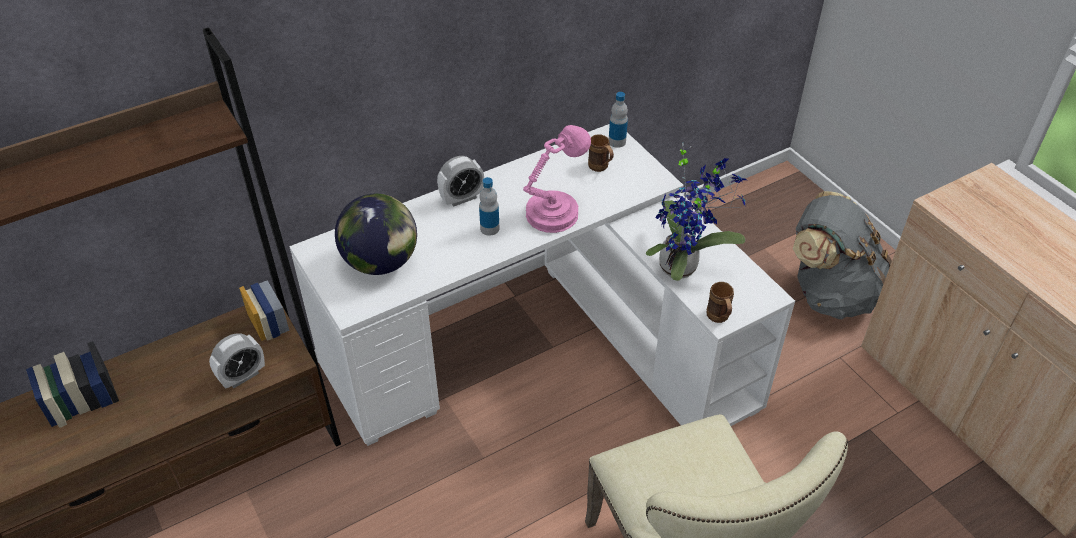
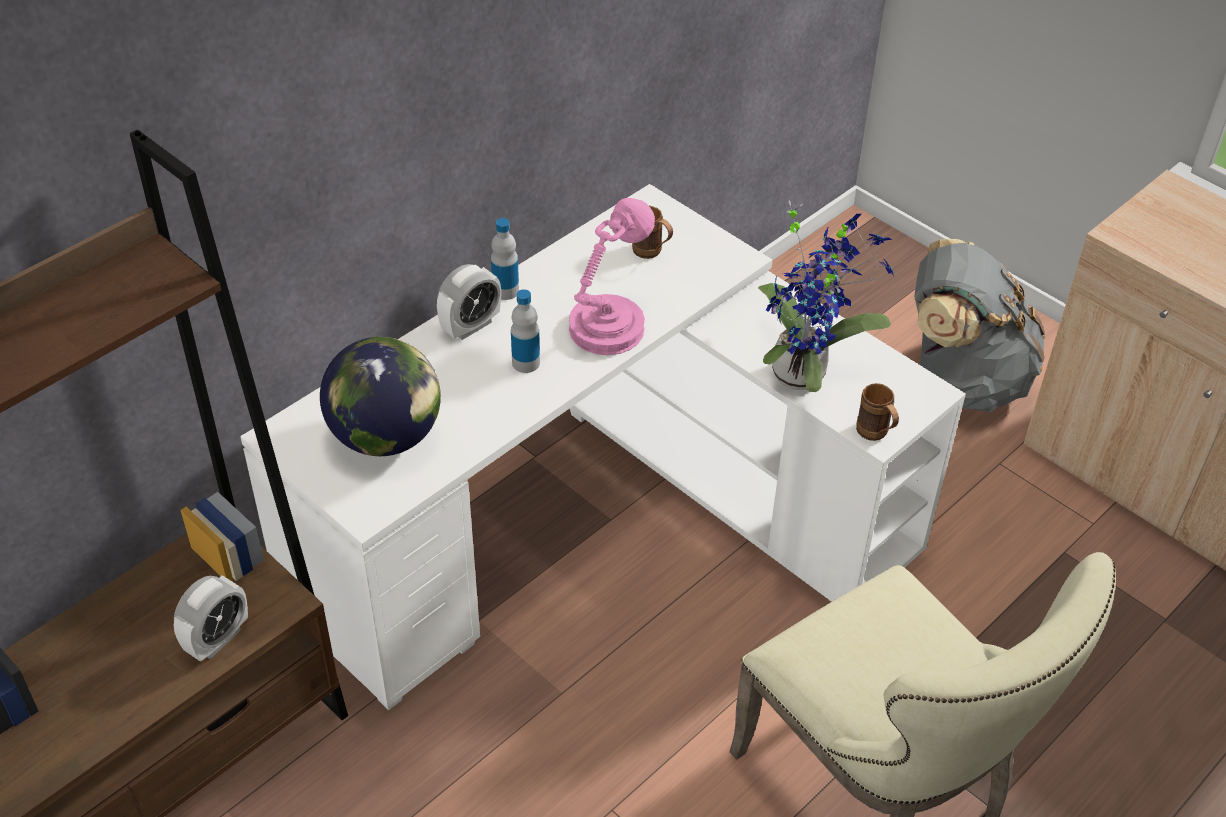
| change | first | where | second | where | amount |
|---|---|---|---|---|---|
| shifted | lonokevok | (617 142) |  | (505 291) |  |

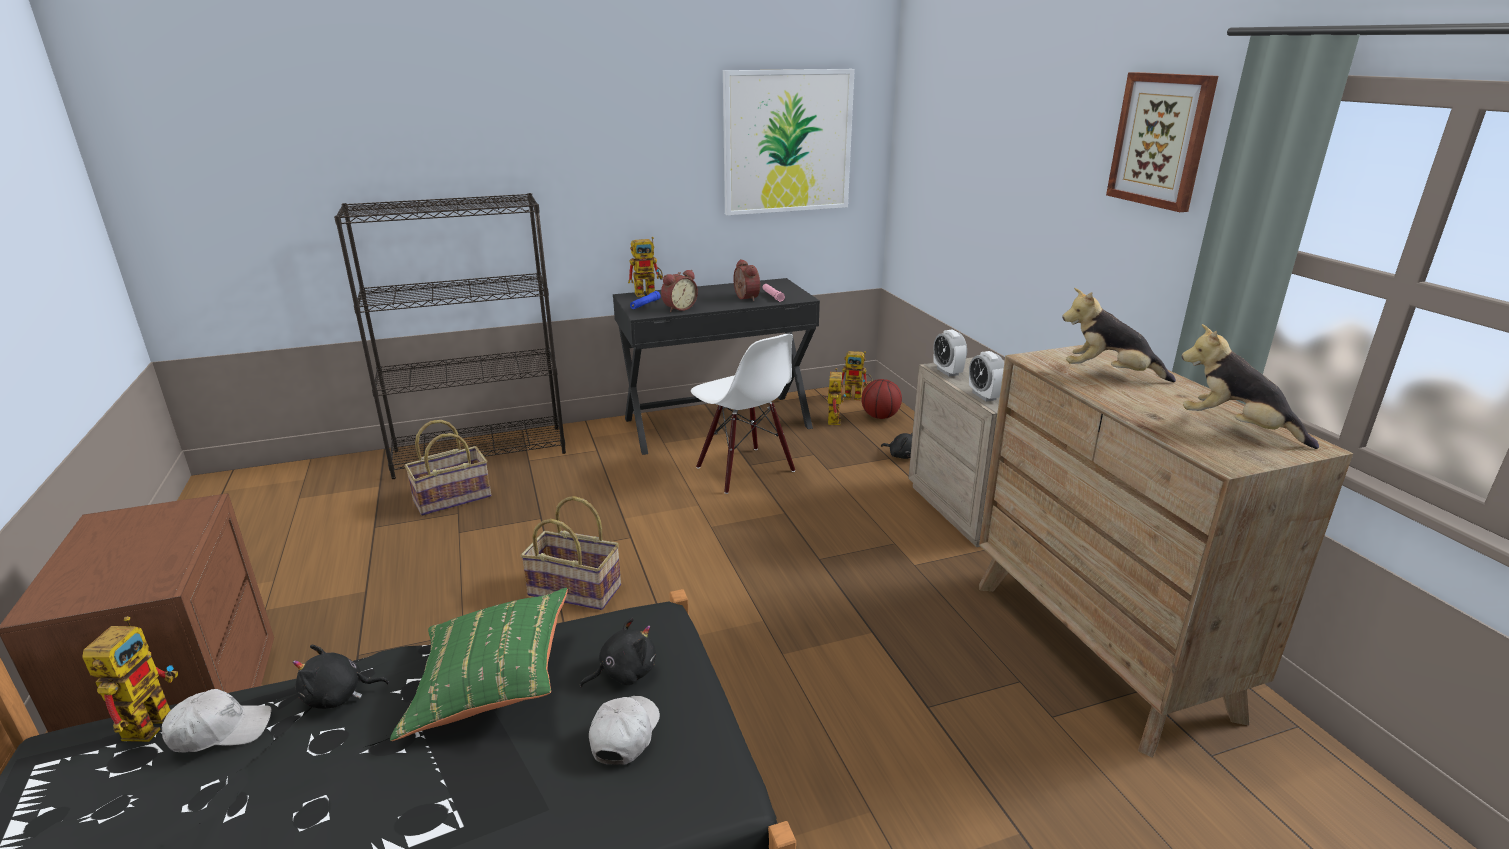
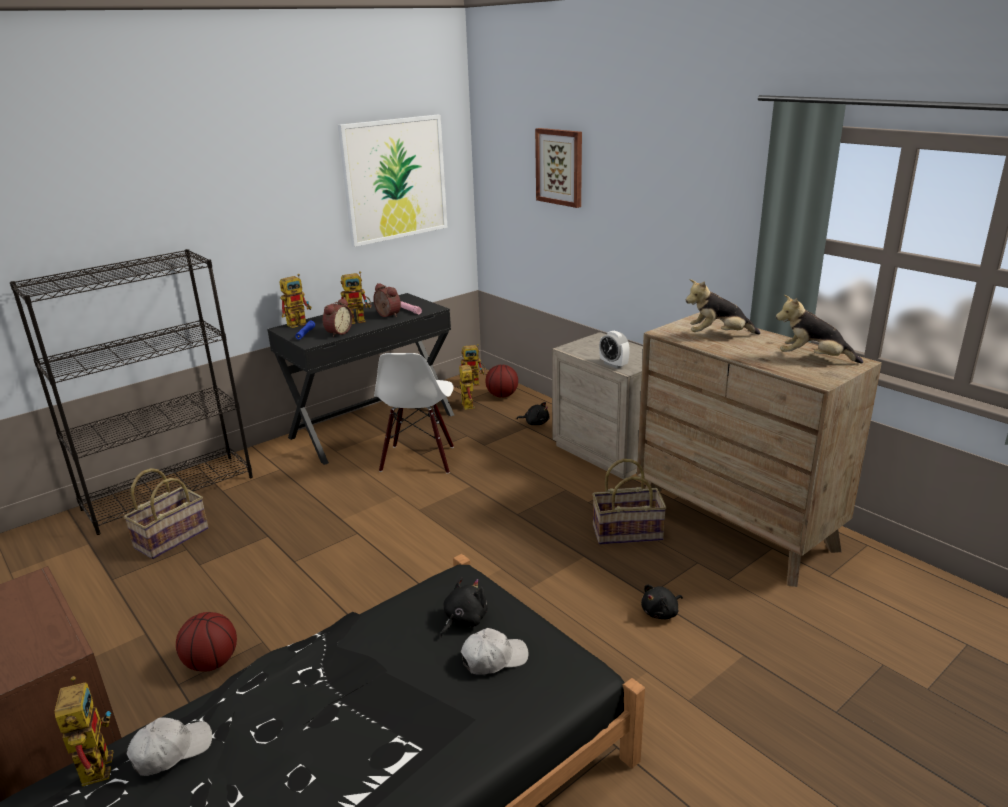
| change | first | where | second | where | amount |
|---|---|---|---|---|---|
| shifted | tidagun | (1161 140) |  | (560 167) |  |
| gone | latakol | (947 371) |  |  |  |
| rotated | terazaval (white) | (744 470) |  | (418 459) | 60 degrees clockwise |
| shifted | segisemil | (576 589) |  | (627 532) |  |
| gone | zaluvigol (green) | (491 683) |  |  |  |
| shifted | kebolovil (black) | (338 696) |  | (661 613) |  |
| rotated | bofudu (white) | (624 735) |  | (494 658) | 75 degrees clockwise |
| new |  |  | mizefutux | (360 320) |  |
| new |  |  | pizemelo | (211 662) |  |

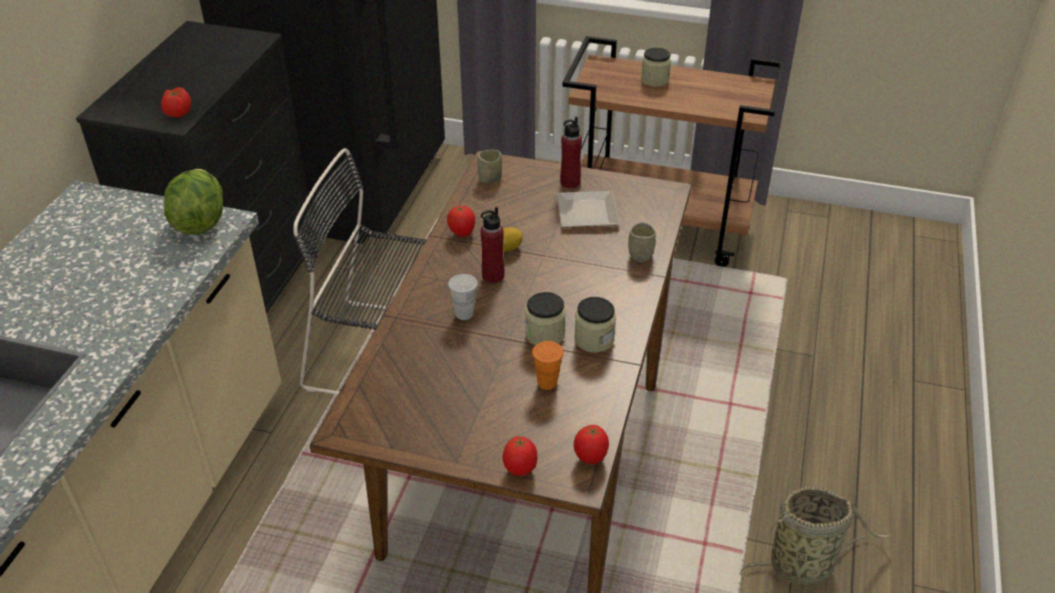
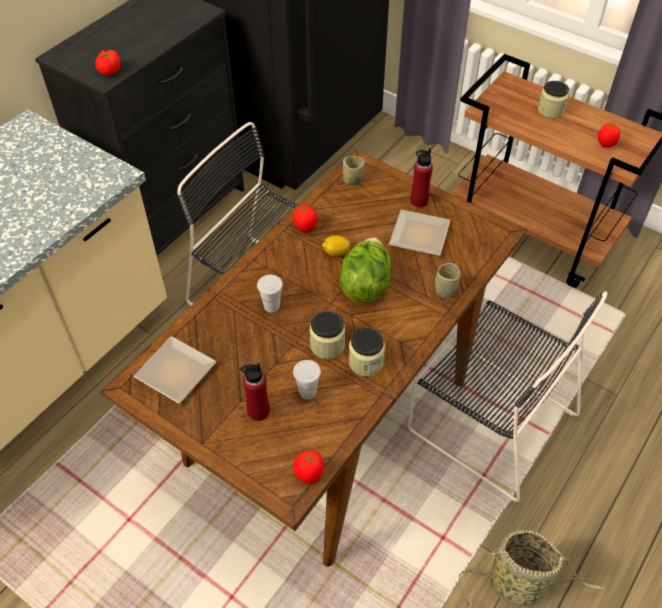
| change | first | where | second | where | amount |
|---|---|---|---|---|---|
| shifted | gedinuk | (199 221) |  | (365 285) |  |
| shifted | lonokevok (red) | (493 276) |  | (258 411) |  |
| repainted | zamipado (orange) | (547 382) | zamipado (white) | (307 392) |  |
| shifted | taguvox | (520 469) |  | (605 145) |  |
| new |  |  | terazaval (black) | (488 420) |  |
| new |  |  | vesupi | (175 369) |  |

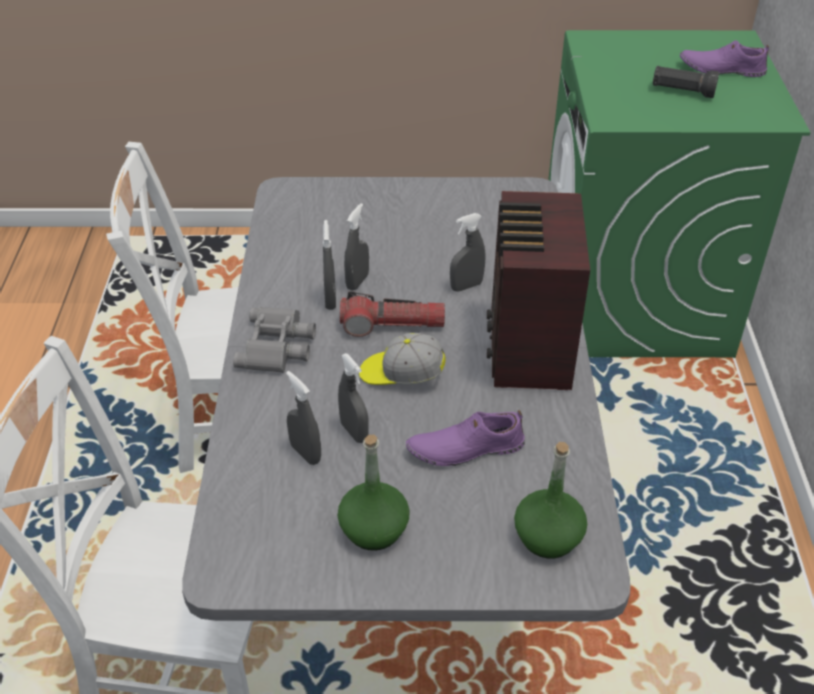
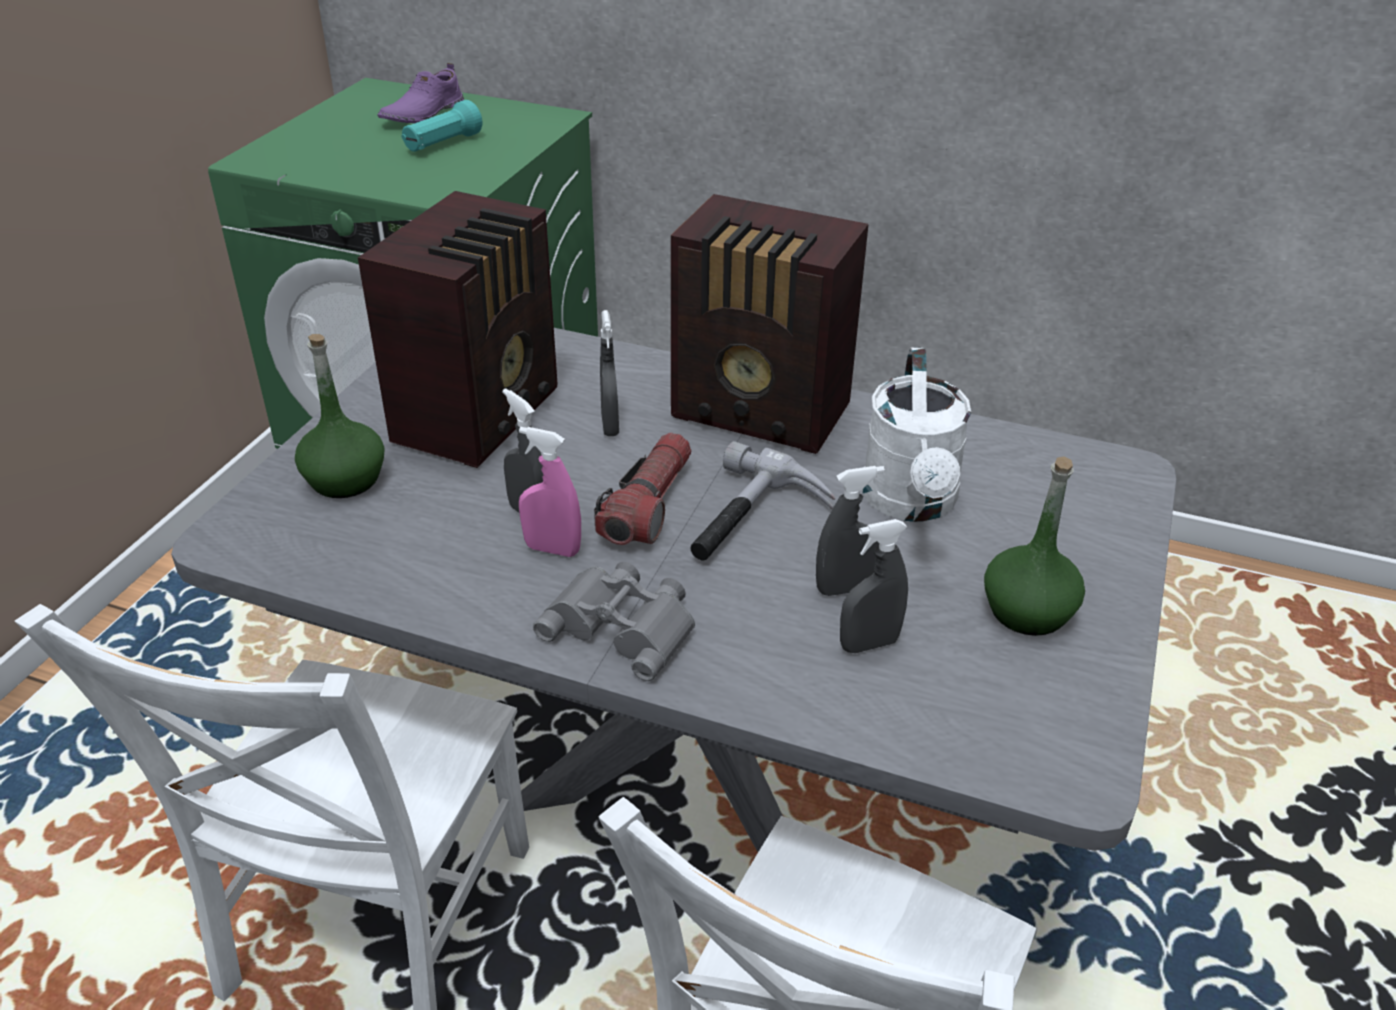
| change | first | where | second | where | amount |
|---|---|---|---|---|---|
| repainted | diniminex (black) | (682 91) | diniminex (turquoise) | (442 144) |  |
| repainted | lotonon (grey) | (330 300) | lotonon (pink) | (552 549) |  |
| swapped | bofudu | (401 374) | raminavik | (753 521) |  |
| swapped | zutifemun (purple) | (465 448) | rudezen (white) | (911 503) |  |
| shifted | lonokevok (green) | (548 537) |  | (345 479) |  |
| new |  |  | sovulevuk | (482 414) |  |

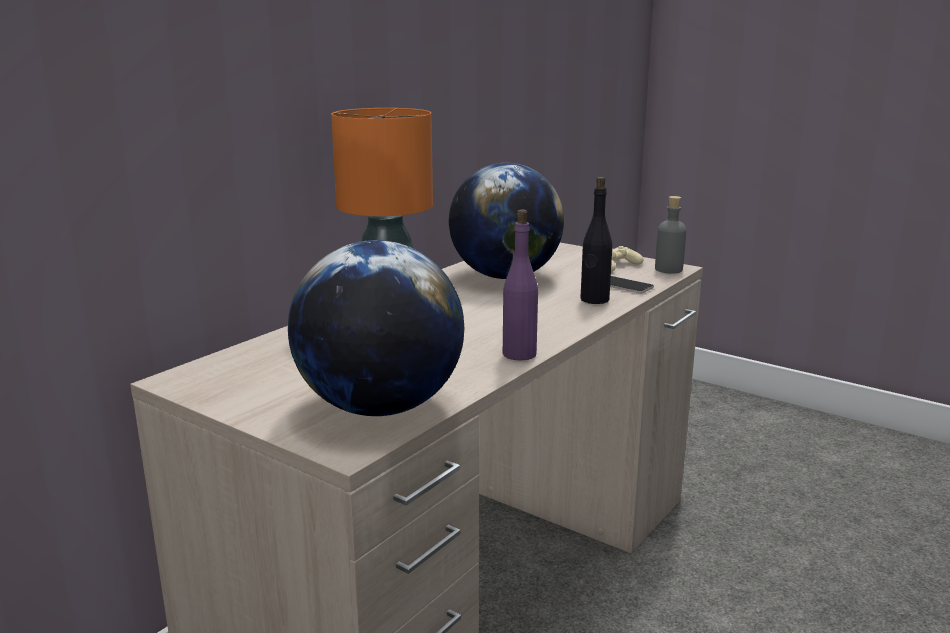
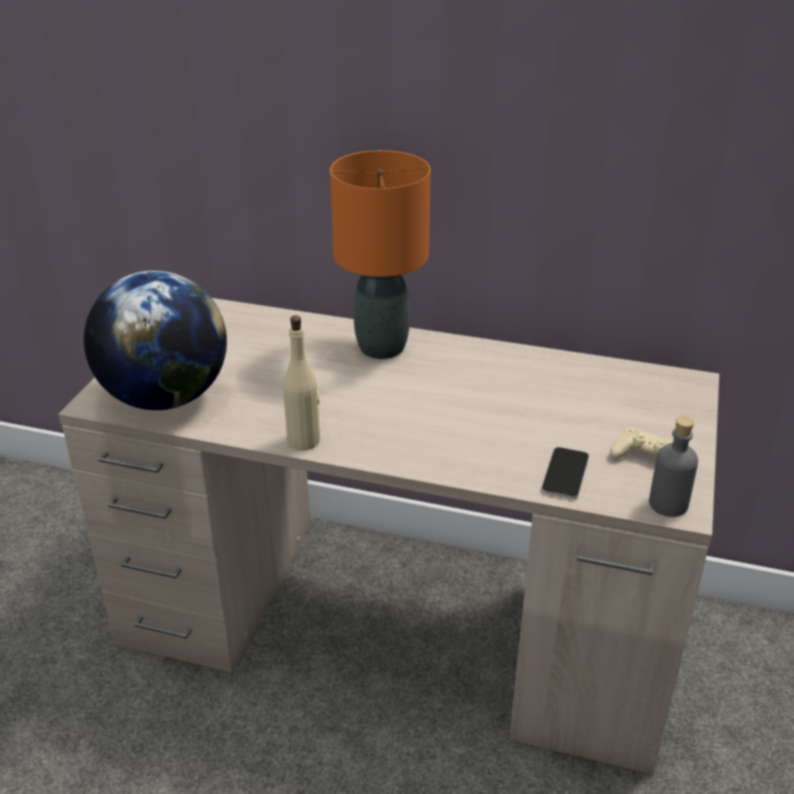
| change | first | where | second | where | amount |
|---|---|---|---|---|---|
| gone | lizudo | (505 276) |  |  |  |
| gone | lonokevok (black) | (594 300) |  |  |  |
| repainted | lonokevok (purple) | (519 354) | lonokevok (beige) | (304 440) |  |

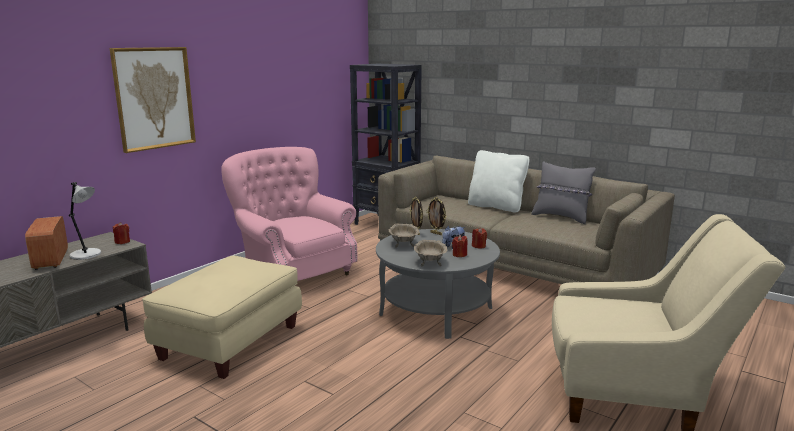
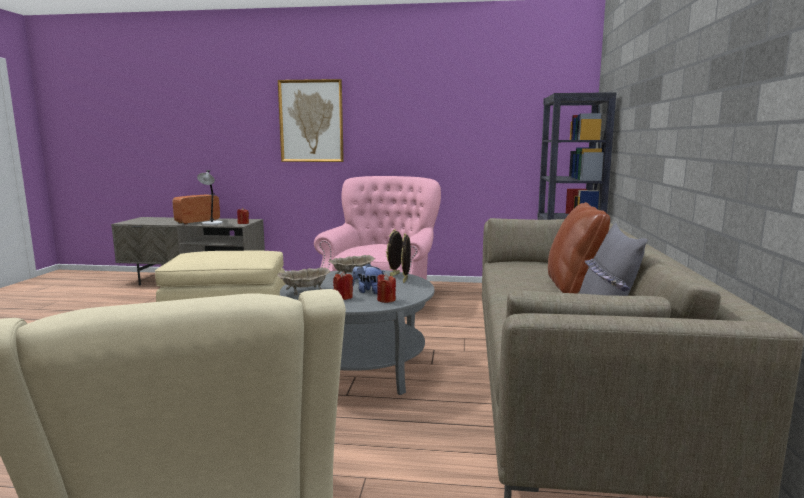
| change | first | where | second | where | amount |
|---|---|---|---|---|---|
| repainted | zaluvigol (white) | (496 207) | zaluvigol (brown) | (573 287) |  |

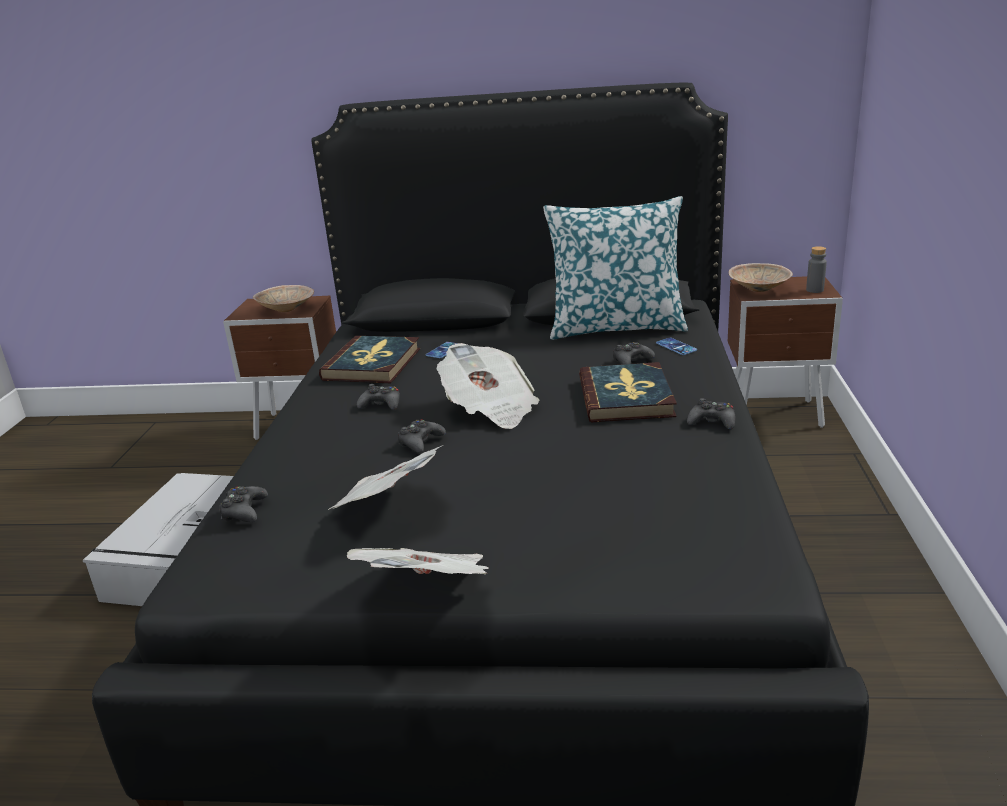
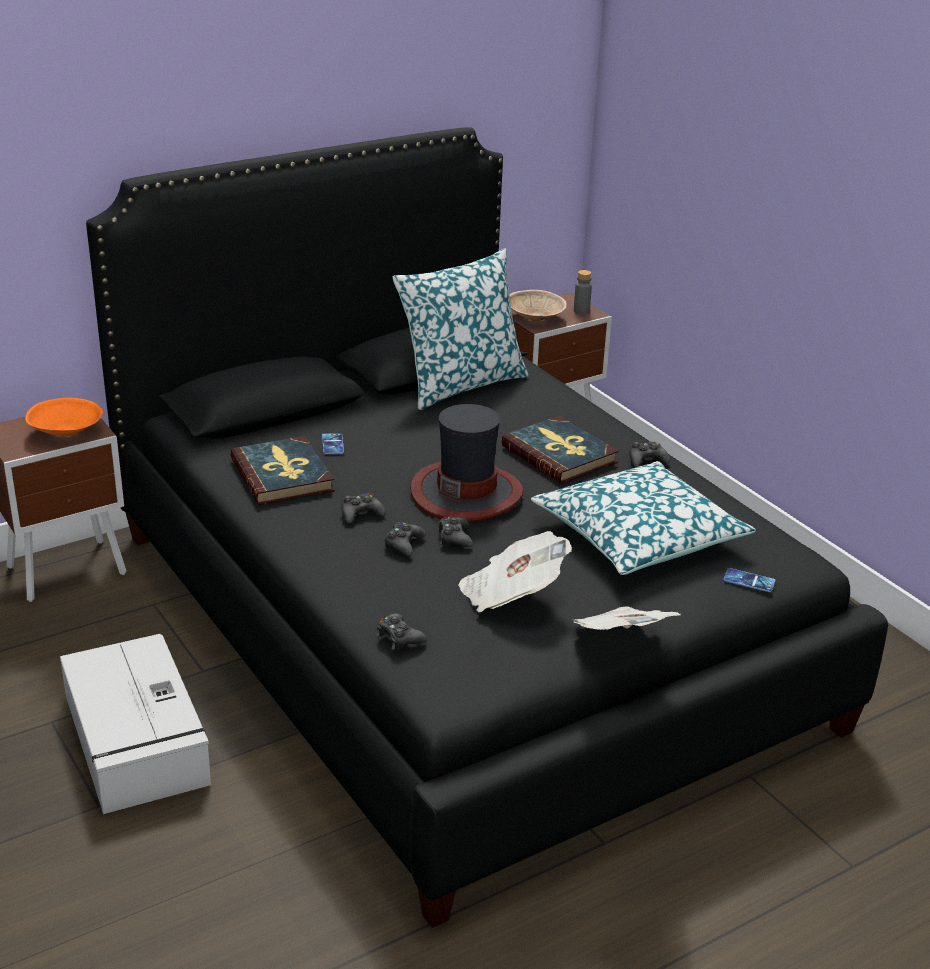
| change | first | where | second | where | amount |
|---|---|---|---|---|---|
| repainted | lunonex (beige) | (287 310) | lunonex (orange) | (67 432) |  |
| shifted | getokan | (676 347) |  | (749 580) |  |
| shifted | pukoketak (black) | (631 360) |  | (403 544) |  |
| swapped | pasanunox | (490 409) | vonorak | (466 493) |  |
| new |  |  | zaluvigol | (639 536) |  |

